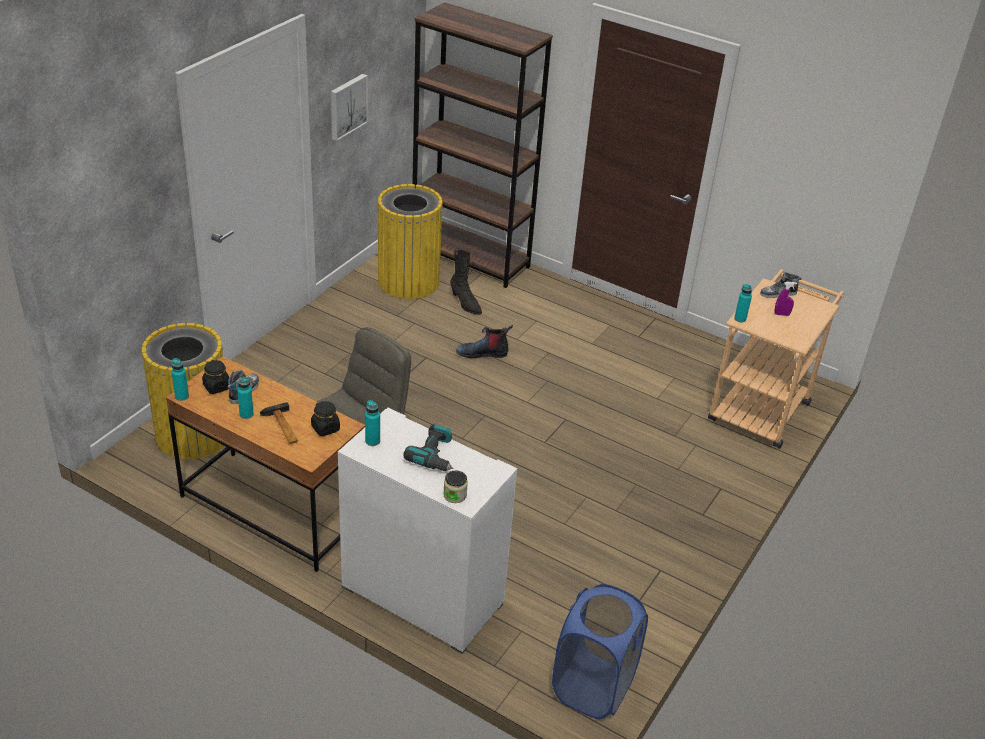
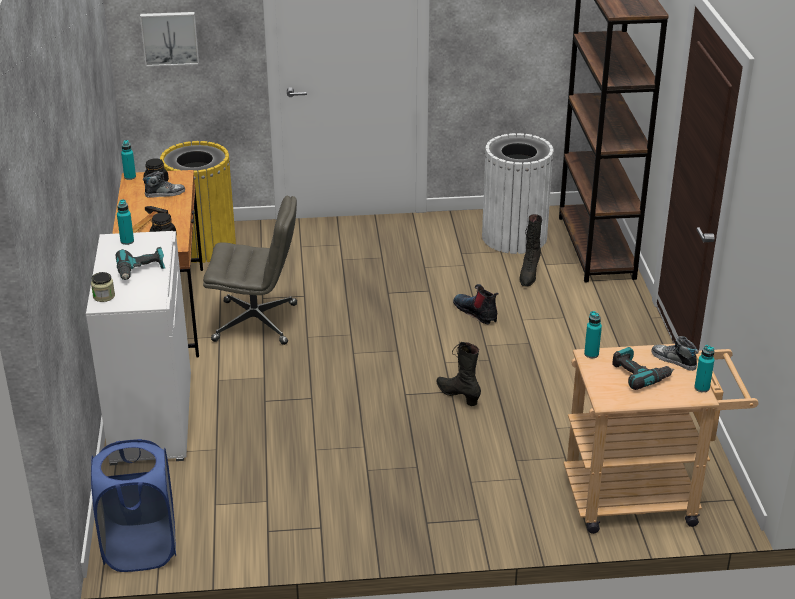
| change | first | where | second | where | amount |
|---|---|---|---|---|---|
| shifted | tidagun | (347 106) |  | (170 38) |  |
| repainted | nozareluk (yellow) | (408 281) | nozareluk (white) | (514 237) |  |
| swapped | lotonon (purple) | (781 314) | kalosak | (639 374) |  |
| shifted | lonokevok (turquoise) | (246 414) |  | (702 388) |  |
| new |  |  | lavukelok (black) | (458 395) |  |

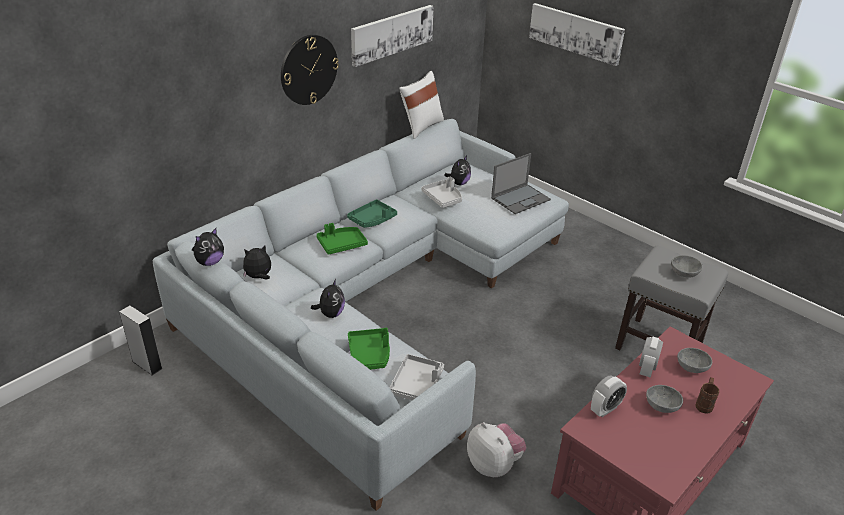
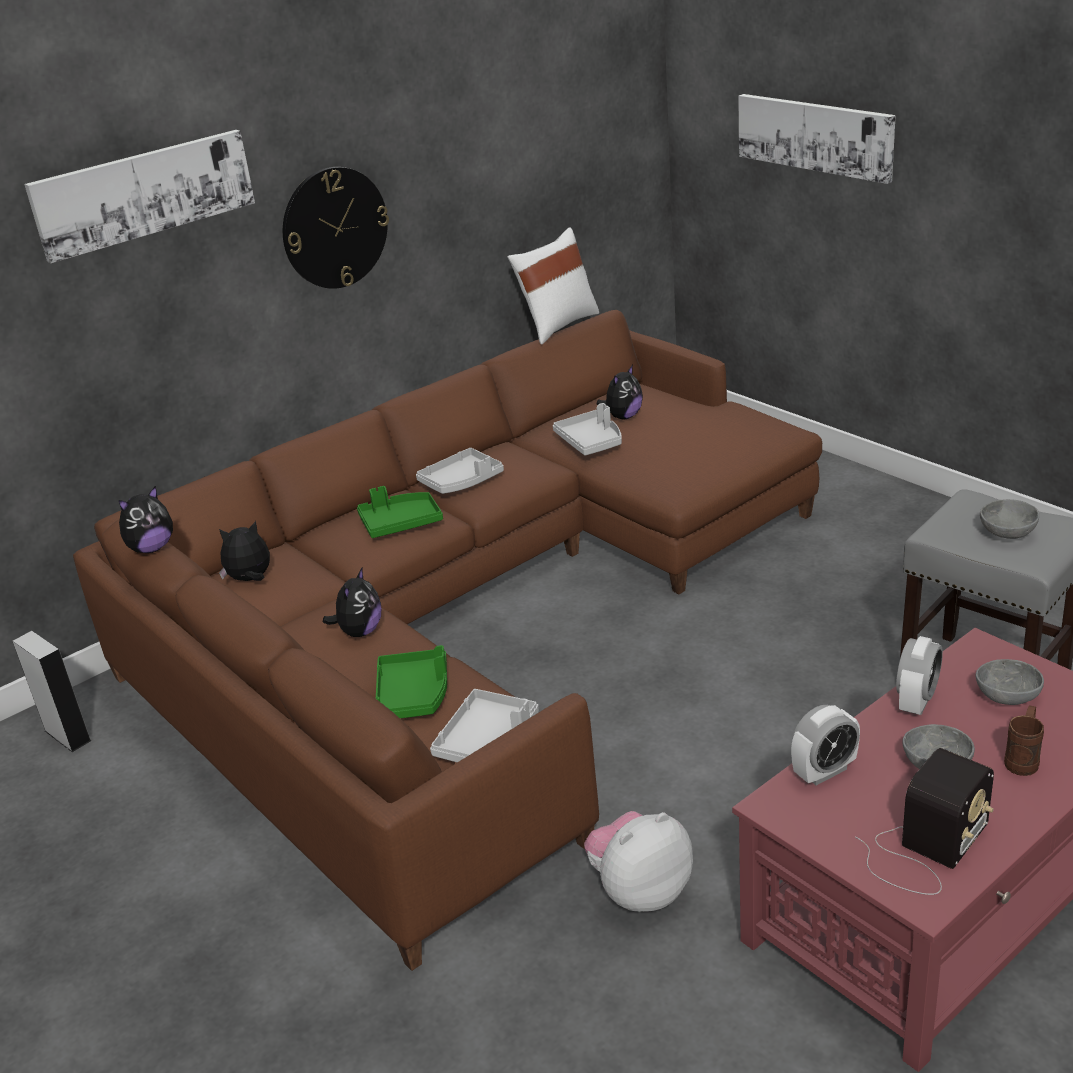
| change | first | where | second | where | amount |
|---|---|---|---|---|---|
| shifted | tidagun | (392 34) |  | (144 193) |  |
| repainted | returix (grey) | (376 298) | returix (brown) | (471 618) |  |
| gone | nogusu | (521 199) |  |  |  |
| repainted | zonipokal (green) | (372 219) | zonipokal (grey) | (462 481) |  |
| rotated | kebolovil | (494 464) |  | (640 891) | 90 degrees counterclockwise |
| new |  |  | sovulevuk | (925 849) |  |

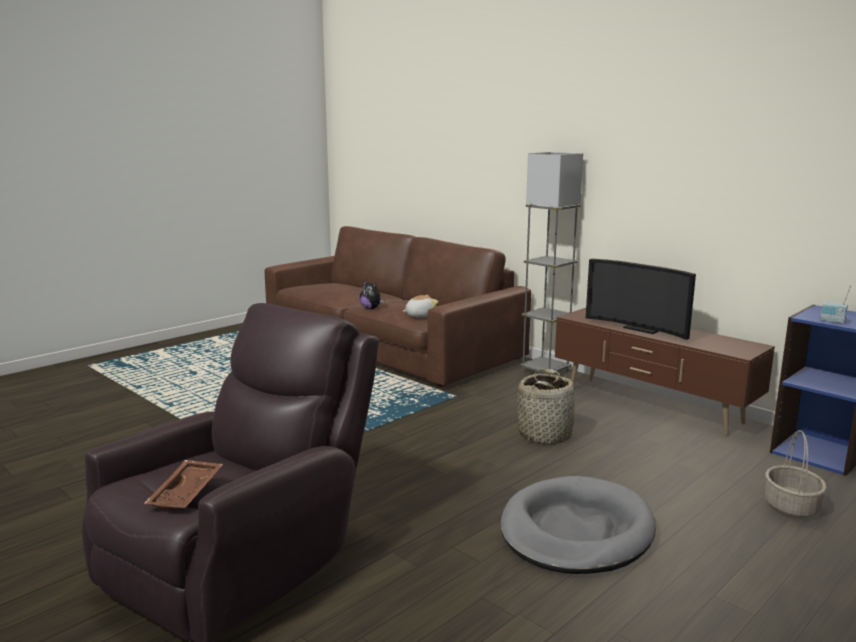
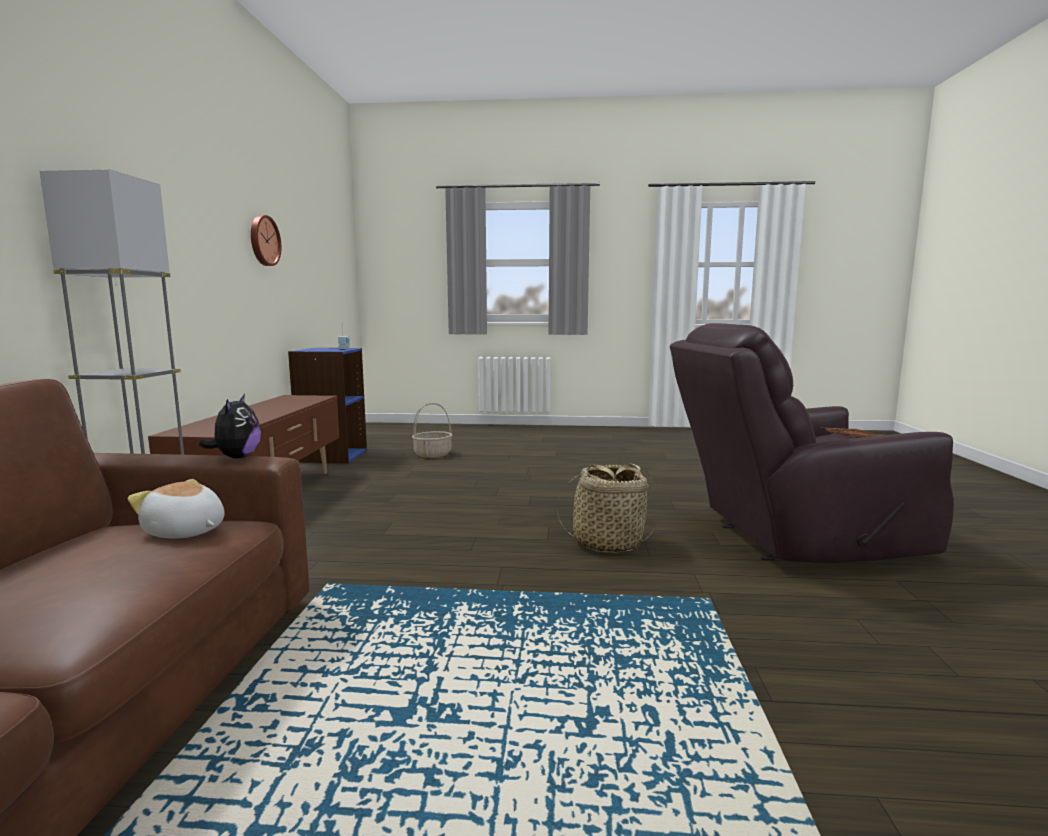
| change | first | where | second | where | amount |
|---|---|---|---|---|---|
| gone | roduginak | (641 328) |  |  |  |
| shifted | kebolovil | (371 308) |  | (236 457) |  |
| shifted | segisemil | (545 435) |  | (607 542) |  |
| gone | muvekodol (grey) | (576 531) |  |  |  |
| new |  |  | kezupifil | (263 240) |  |

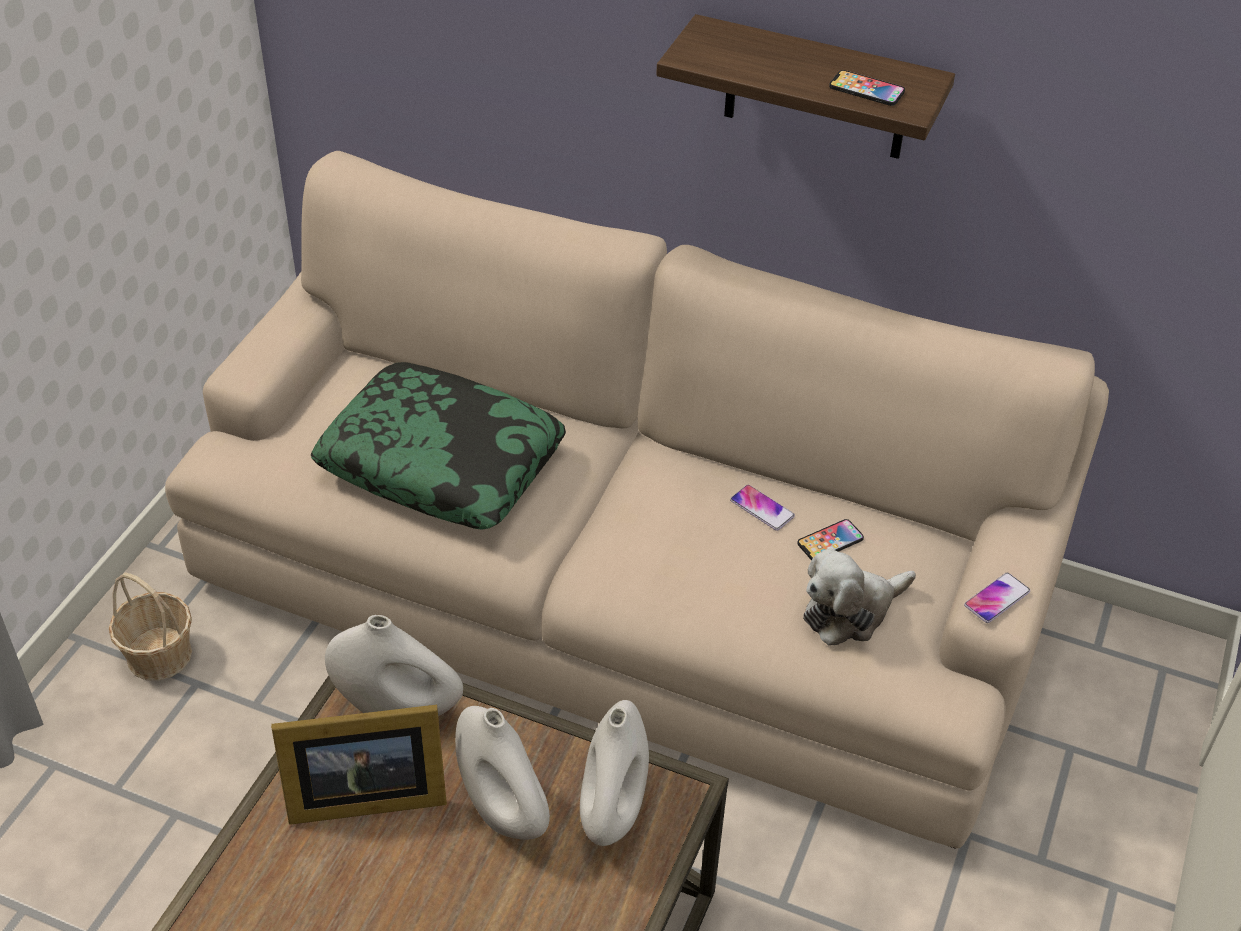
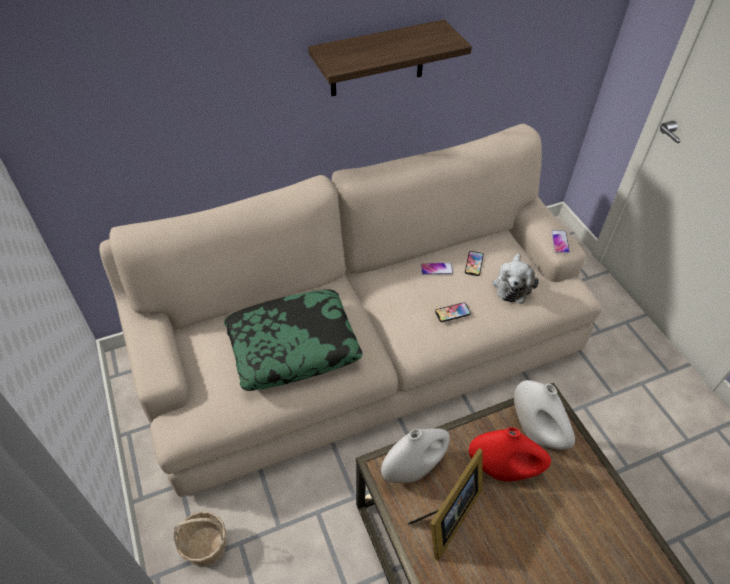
| change | first | where | second | where | amount |
|---|---|---|---|---|---|
| shifted | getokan | (866 89) |  | (452 313) |  |
| repainted | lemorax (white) | (503 810) | lemorax (red) | (503 469) |  |

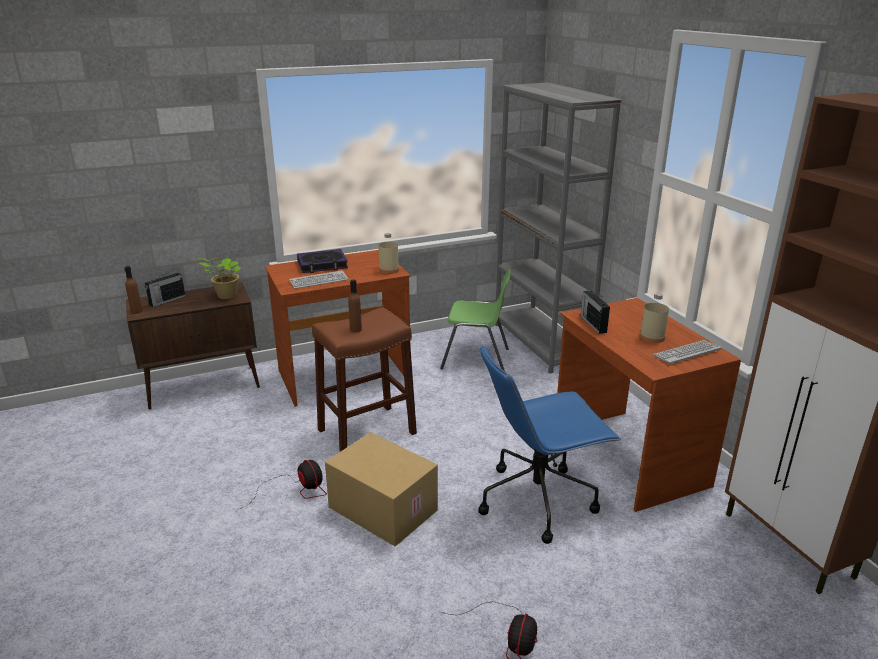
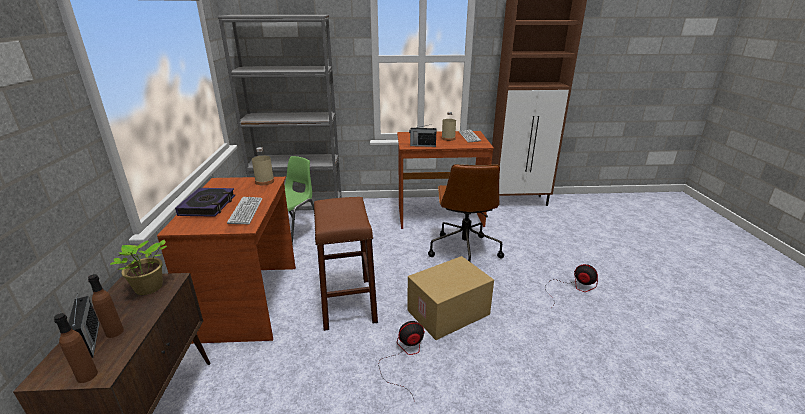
| change | first | where | second | where | amount |
|---|---|---|---|---|---|
| shifted | lonokevok (brown) | (355 329) |  | (114 332) |  |
| repainted | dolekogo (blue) | (538 500) | dolekogo (brown) | (464 250) |  |

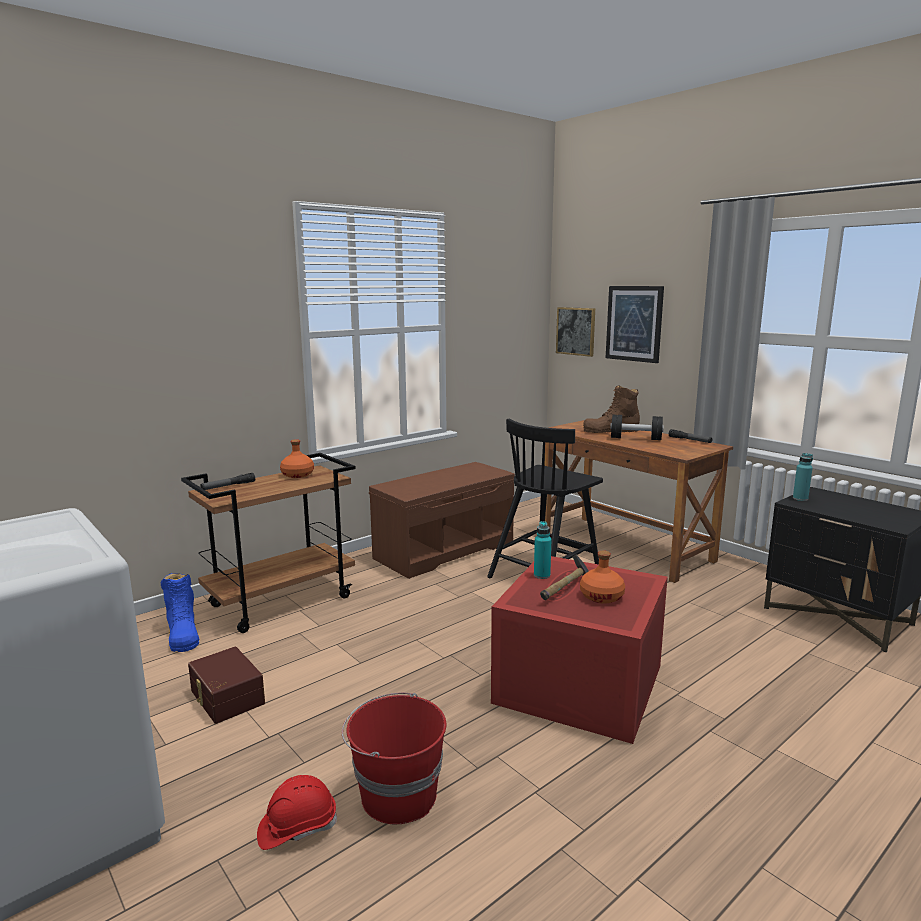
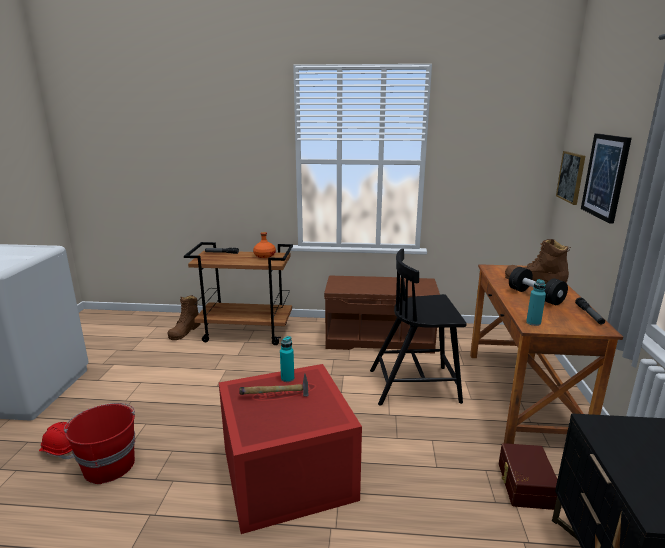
| change | first | where | second | where | amount |
|---|---|---|---|---|---|
| shifted | lonokevok (turquoise) | (800 498) |  | (533 323) |  |
| gone | lonokevok (orange) | (601 596) |  |  |  |
| repainted | lavukelok (blue) | (183 634) | lavukelok (brown) | (185 331) |  |
| shifted | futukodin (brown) | (225 698) |  | (524 485) |  |

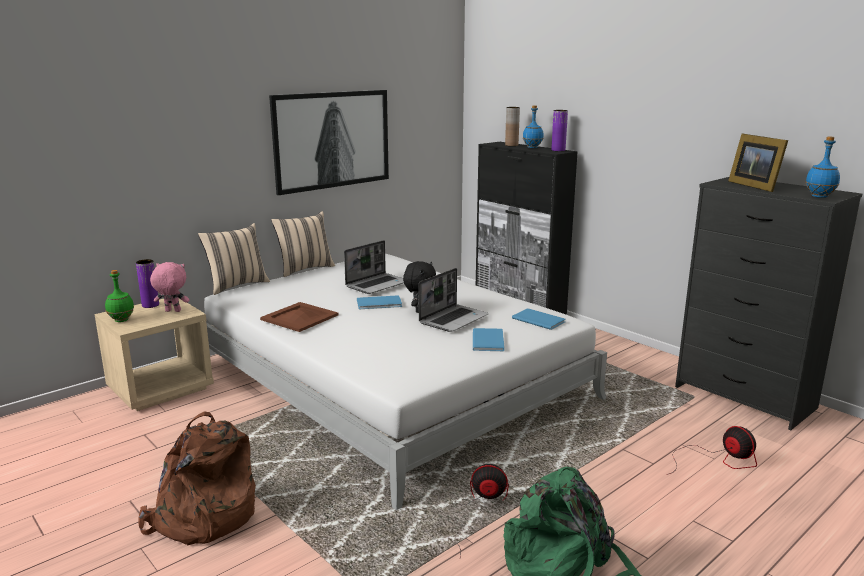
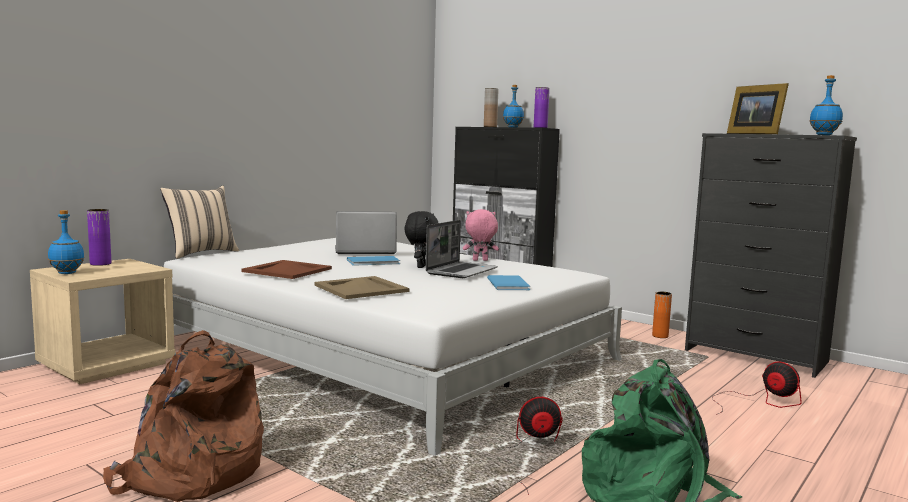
| change | first | where | second | where | amount |
|---|---|---|---|---|---|
| gone | tidagun | (332 140) |  |  |  |
| gone | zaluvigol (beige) | (305 269) |  |  |  |
| rotated | nogusu | (377 284) |  | (364 251) | 135 degrees counterclockwise |
| shifted | kebolovil (pink) | (172 311) |  | (480 260) |  |
| repainted | lonokevok (green) | (122 320) | lonokevok (blue) | (67 273) |  |
| gone | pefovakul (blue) | (538 319) |  |  |  |
| new |  |  | zonipokal (beige) | (362 288) |  |
| new |  |  | lemorax (orange) | (660 336) |  |

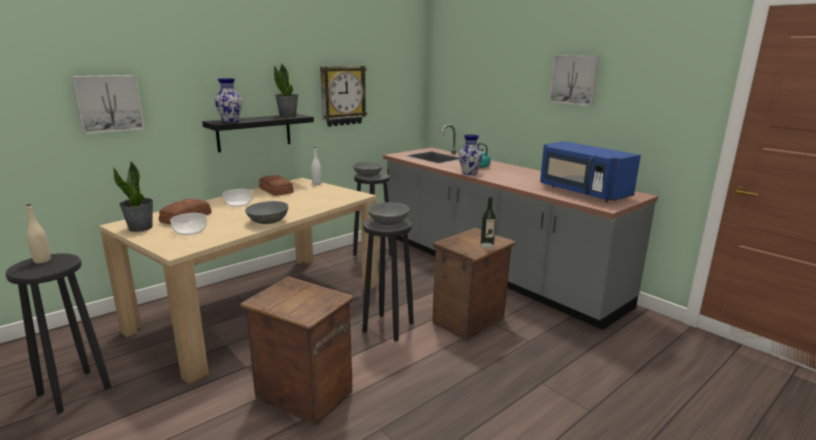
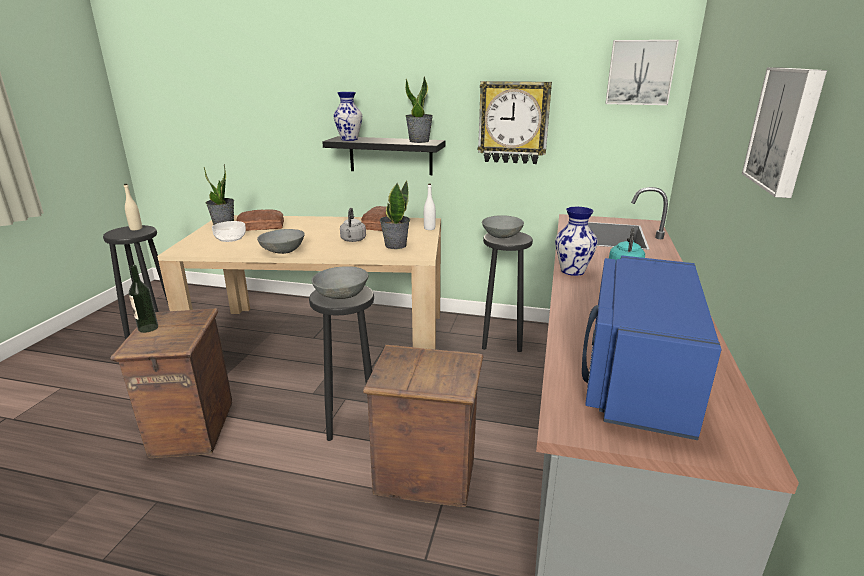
| change | first | where | second | where | amount |
|---|---|---|---|---|---|
| shifted | tidagun | (108 103) |  | (640 72) |  |
| gone | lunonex | (238 203) |  |  |  |
| shifted | lonokevok | (487 245) |  | (148 328) |  |
| new |  |  | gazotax | (395 245) |  |
| new |  |  | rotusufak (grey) | (353 240) |  |

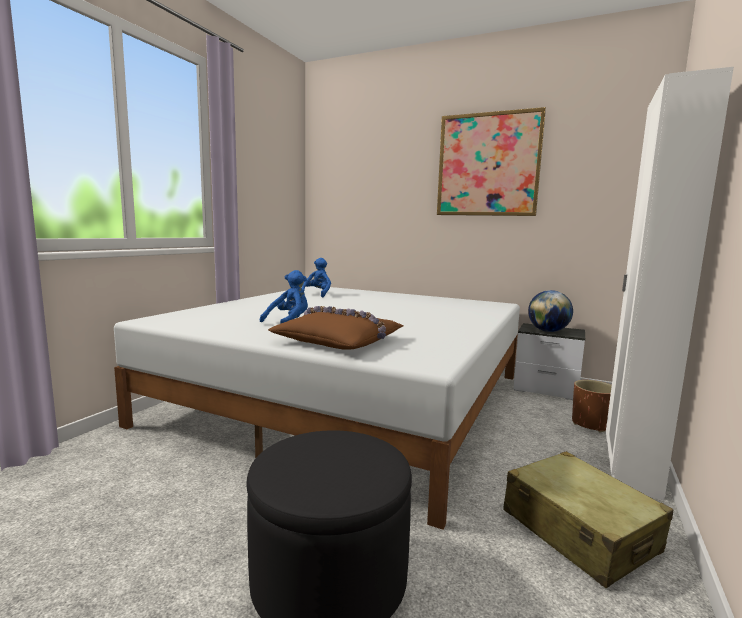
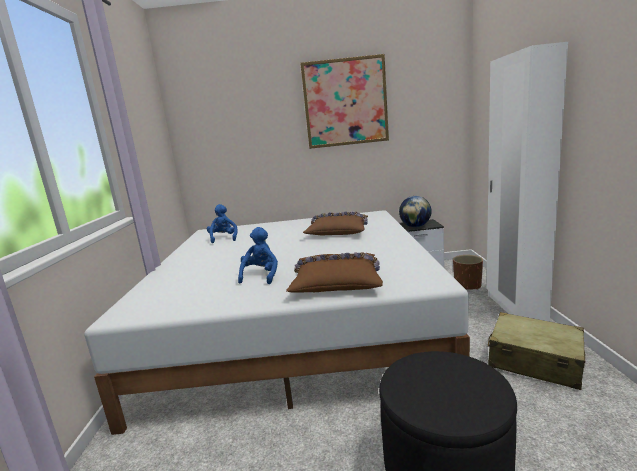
| change | first | where | second | where | amount |
|---|---|---|---|---|---|
| new |  |  | zaluvigol (brown) | (338 231) |  |

